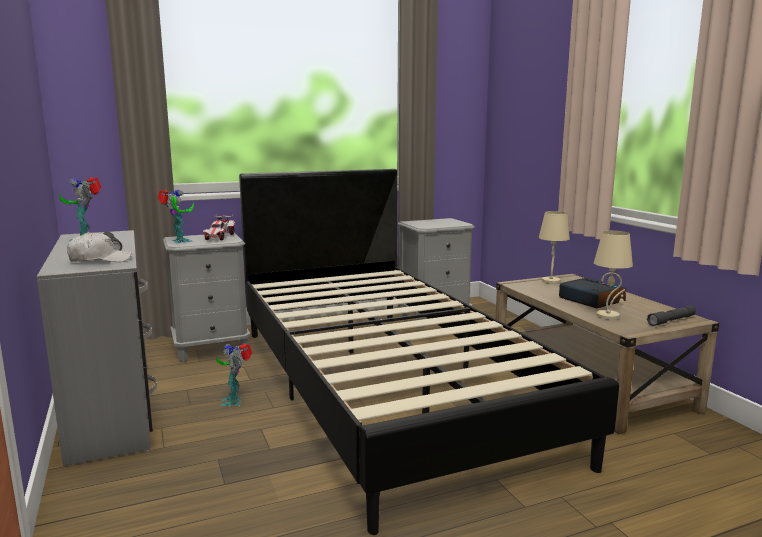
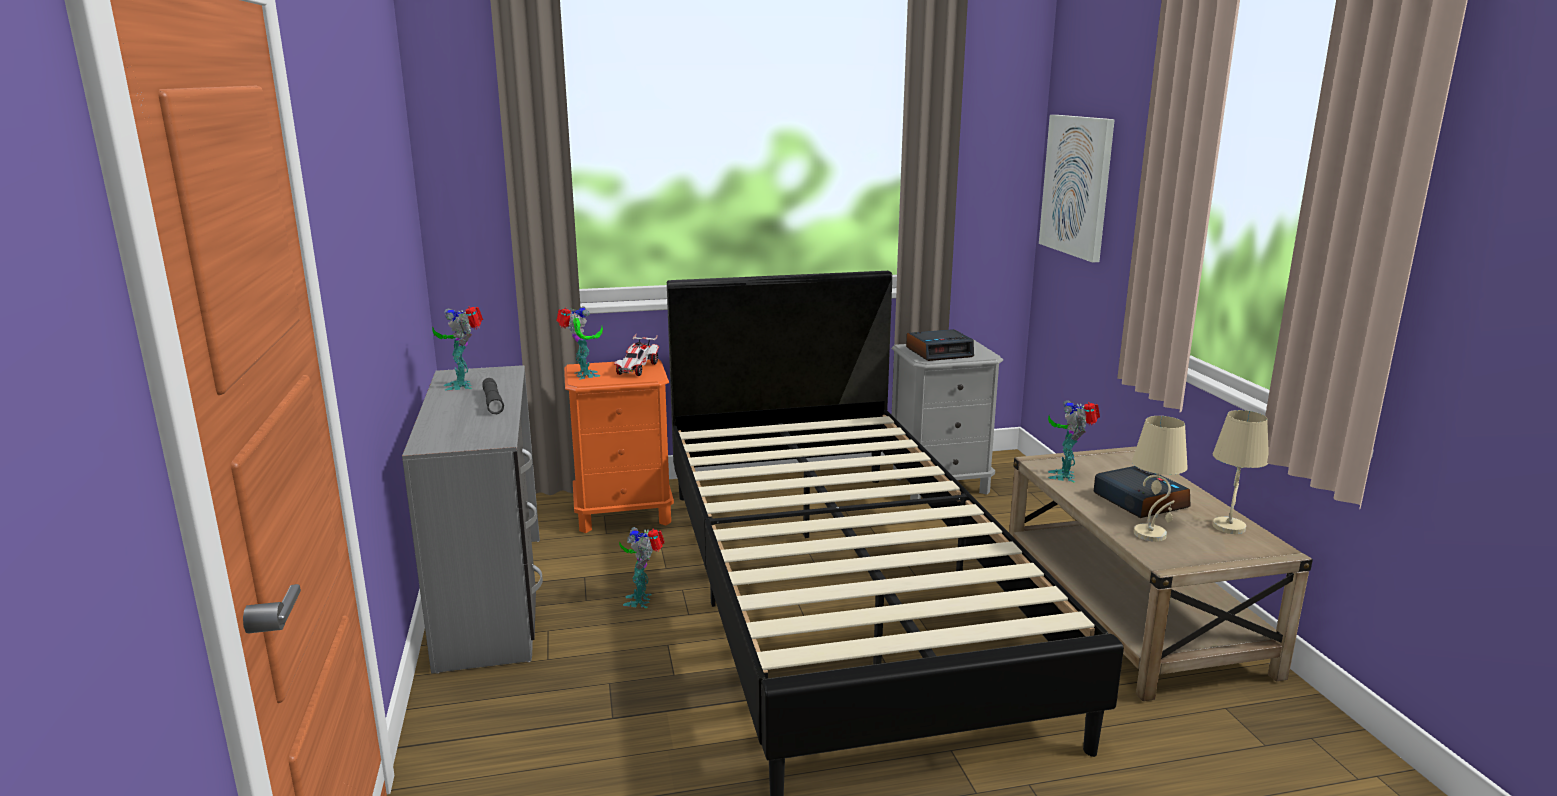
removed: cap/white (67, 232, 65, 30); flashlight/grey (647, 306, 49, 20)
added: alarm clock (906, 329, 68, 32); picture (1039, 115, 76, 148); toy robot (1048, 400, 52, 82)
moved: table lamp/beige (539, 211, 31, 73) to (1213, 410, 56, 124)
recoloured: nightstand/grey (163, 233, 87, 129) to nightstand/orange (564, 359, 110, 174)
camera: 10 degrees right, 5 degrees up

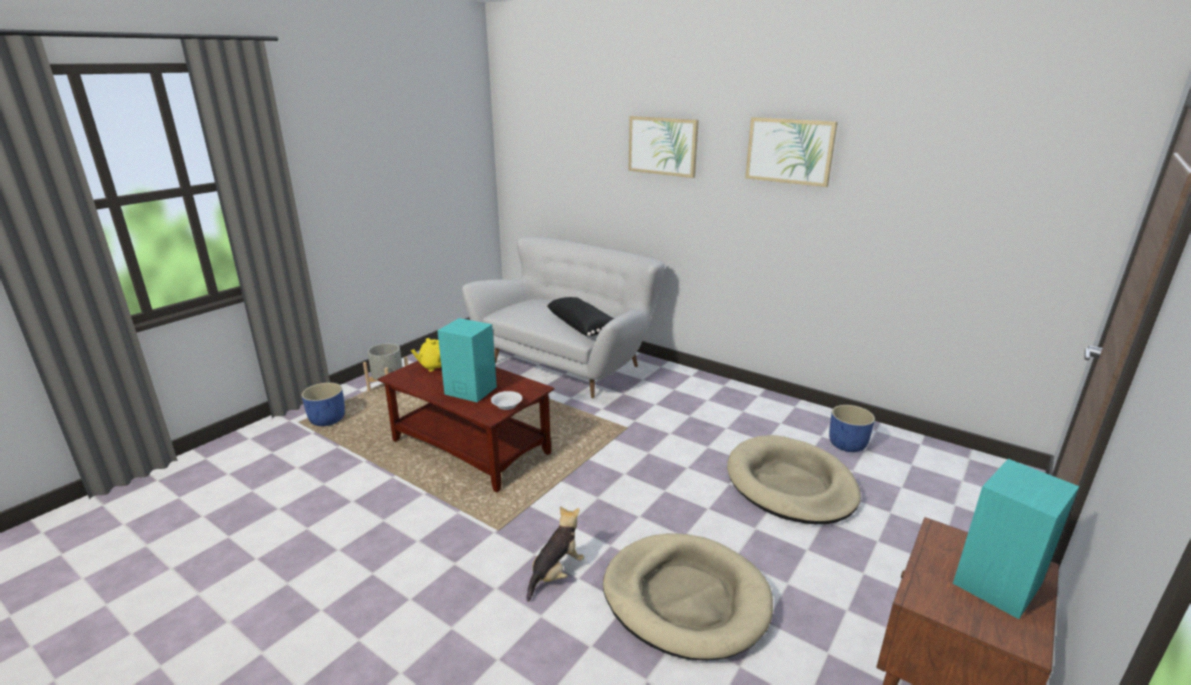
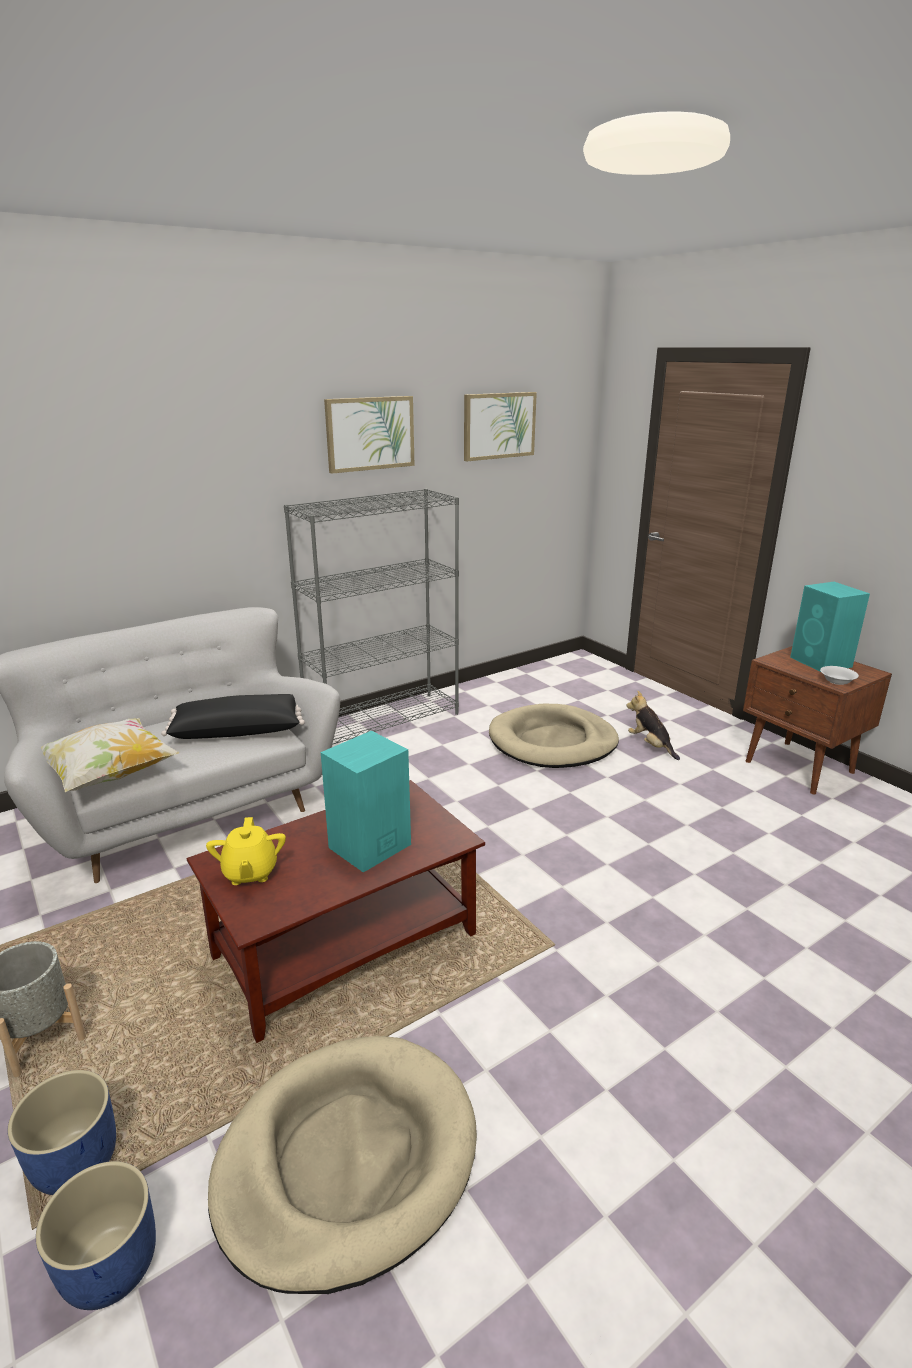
added: pillow (41, 718, 138, 74); bookcase/grey (284, 489, 175, 256)
moved: bowl/white (491, 391, 31, 19) to (820, 666, 39, 19); plush toy (527, 506, 57, 96) to (626, 691, 54, 69); dog bed/beige (603, 533, 170, 127) to (208, 1036, 269, 258); picture (628, 116, 71, 62) to (464, 392, 73, 69); planter/blue (829, 405, 46, 47) to (36, 1161, 120, 149)
camera: 70 degrees left, 0 degrees up

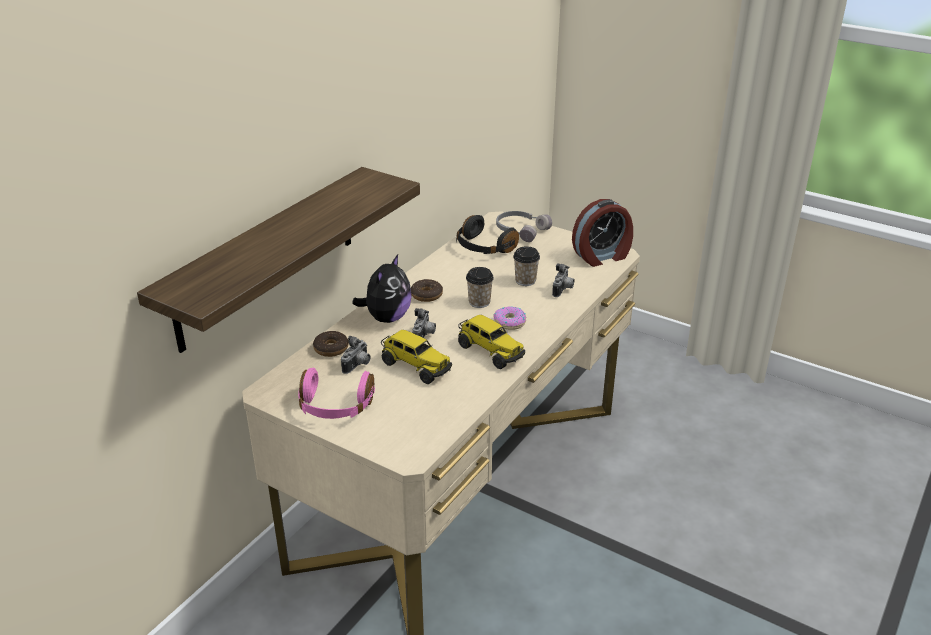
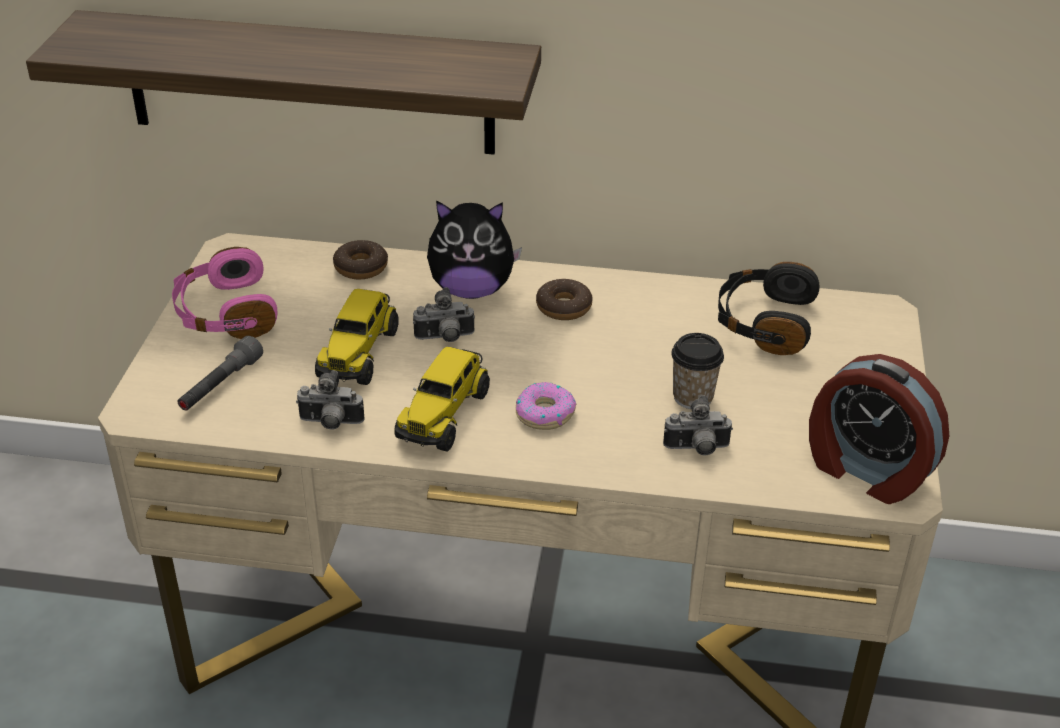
removed: cup (466, 267, 28, 41); headphones/grey (496, 211, 56, 31)
added: flashlight/grey (178, 336, 85, 74)
moved: photo camera (341, 336, 30, 38) to (296, 370, 68, 60)
camera: 65 degrees right, 5 degrees up

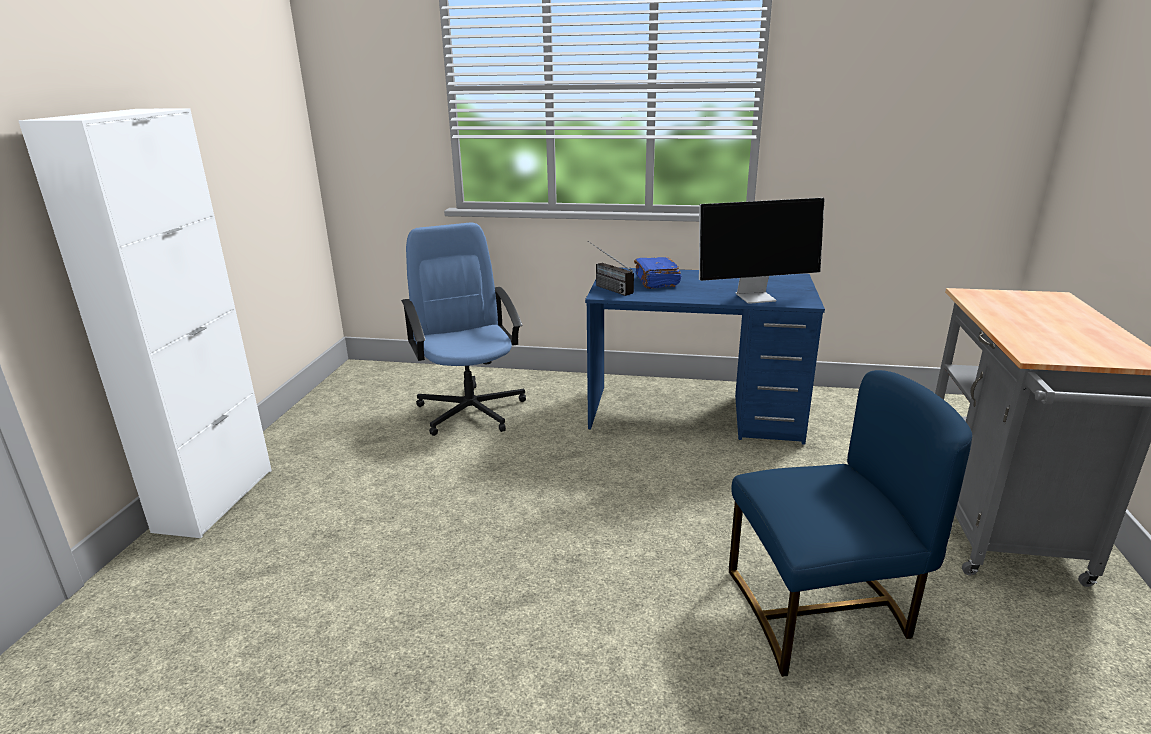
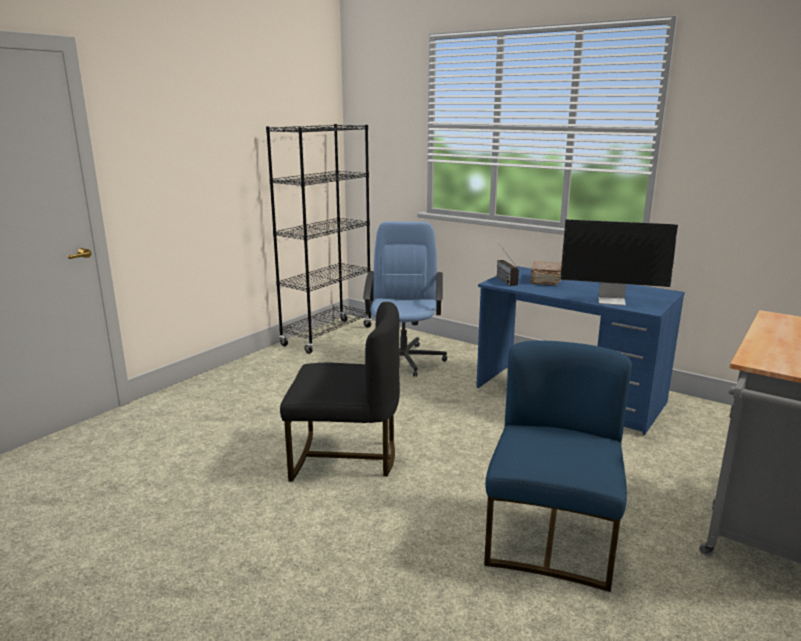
removed: cabinet/white (18, 108, 254, 430)
added: bookcase/black (266, 124, 106, 230); chair/black (280, 302, 120, 180)
recoloured: book/blue (634, 257, 47, 32) to book/brown (530, 261, 32, 25)
turned: chair/blue (729, 370, 243, 307) = (484, 341, 148, 251) 90 degrees counterclockwise
camera: 25 degrees right, 5 degrees down

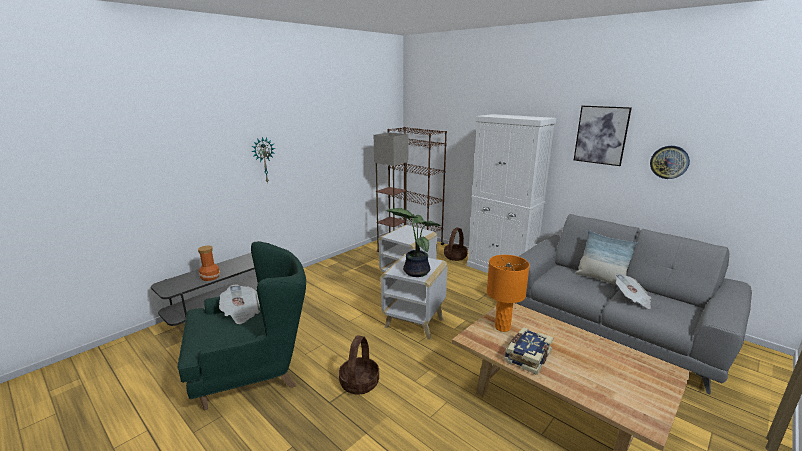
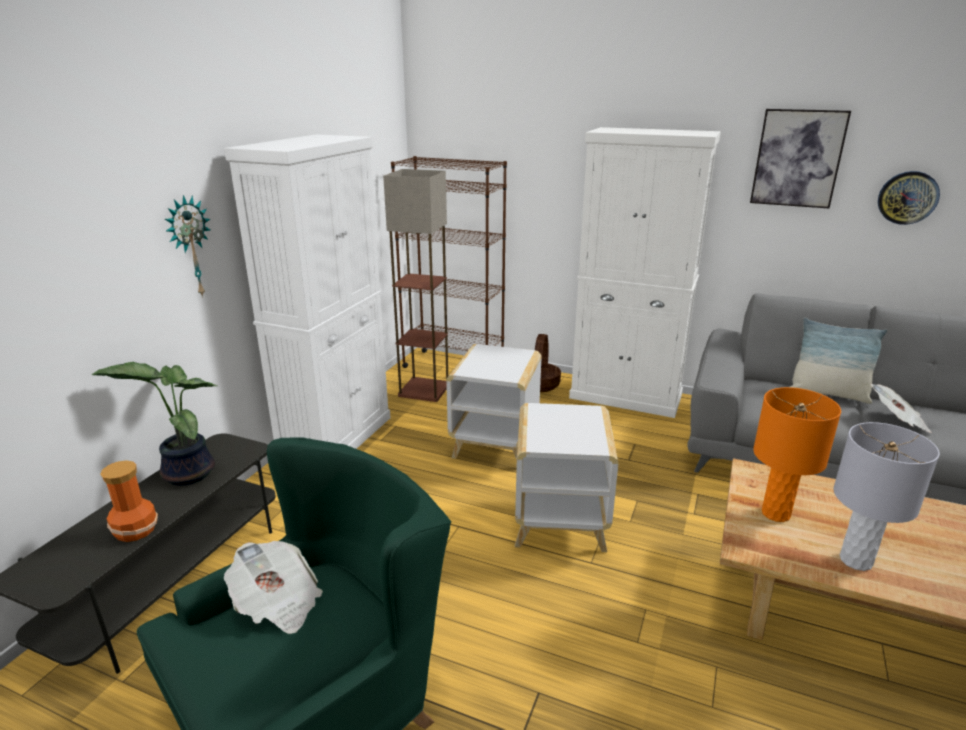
removed: basket (339, 335, 40, 60)
added: cabinet/white (224, 134, 167, 315)
moved: potted plant (386, 208, 56, 69) to (92, 362, 125, 124)
replaced: book (504, 327, 49, 48) to table lamp/grey (833, 422, 107, 149)
camera: 20 degrees left, 5 degrees up

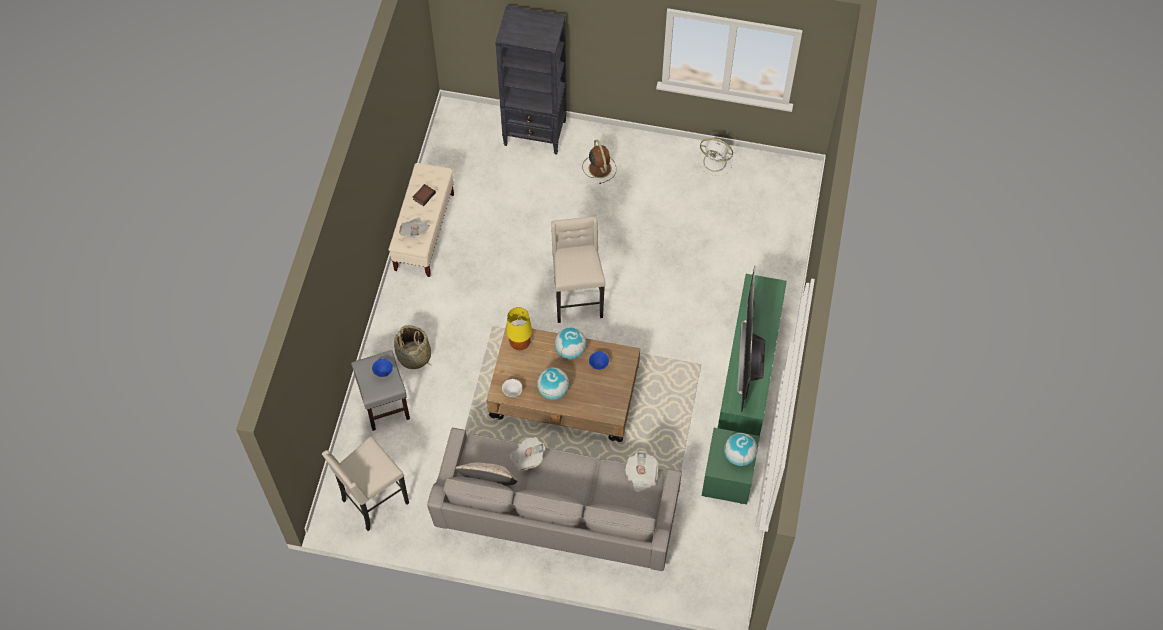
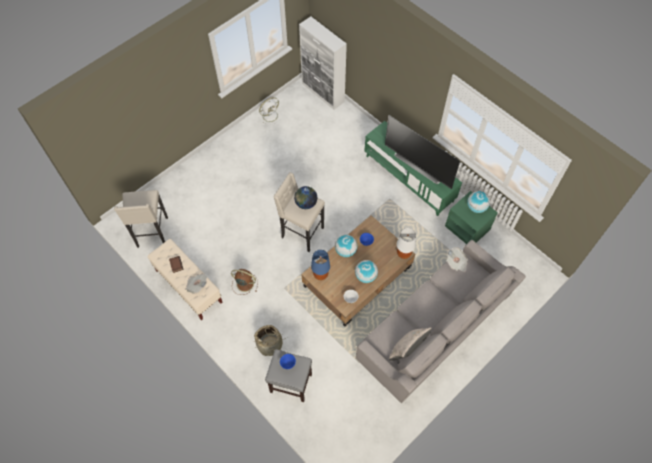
removed: bookcase/black (495, 5, 72, 150); newspaper (509, 437, 36, 34)
added: globe (294, 186, 23, 23); cabinet/white (299, 16, 48, 94); table lamp/white (396, 228, 20, 31)
moved: stool/beige (322, 436, 87, 95) to (114, 190, 54, 58); fan/brown (582, 140, 34, 44) to (231, 269, 27, 26)
recoloured: table lamp/yellow (506, 307, 26, 43) to table lamp/blue (311, 250, 19, 30)
camera: 55 degrees left, 0 degrees up

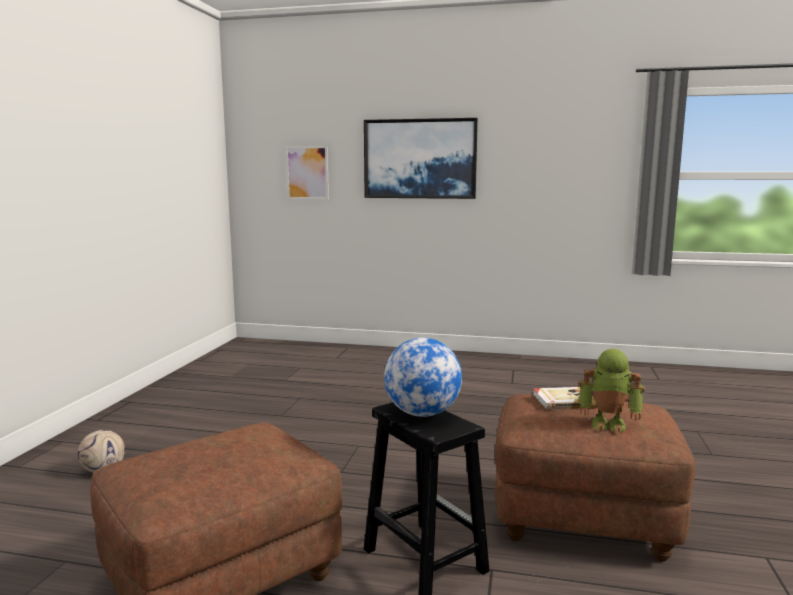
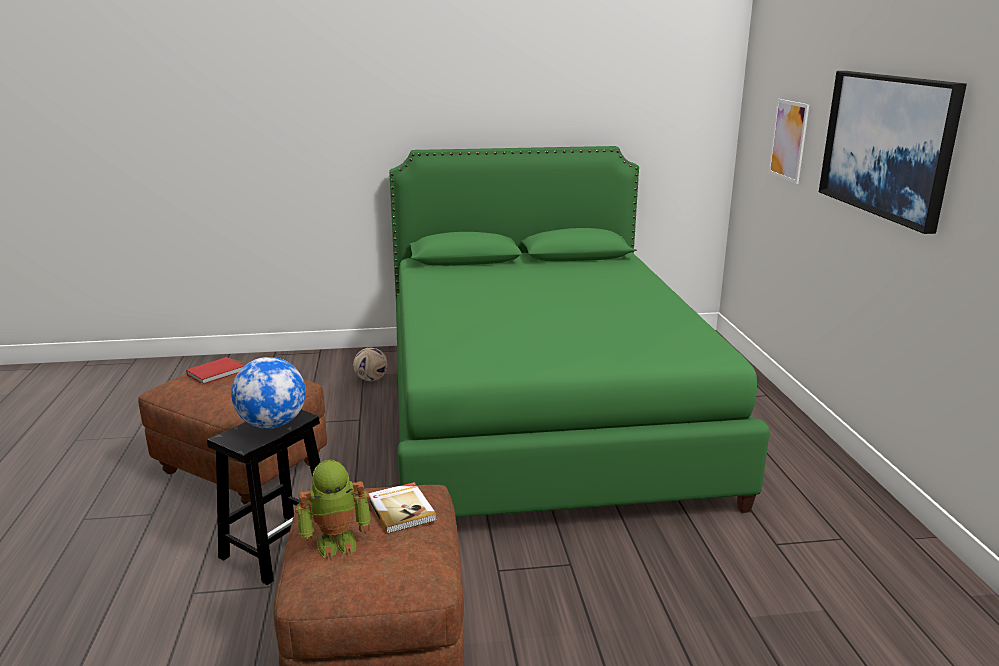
added: book/red (186, 357, 57, 27); bed/green (389, 146, 381, 371)
turned: toy robot (579, 349, 66, 84) = (295, 460, 76, 100) 105 degrees counterclockwise
camera: 70 degrees right, 10 degrees up

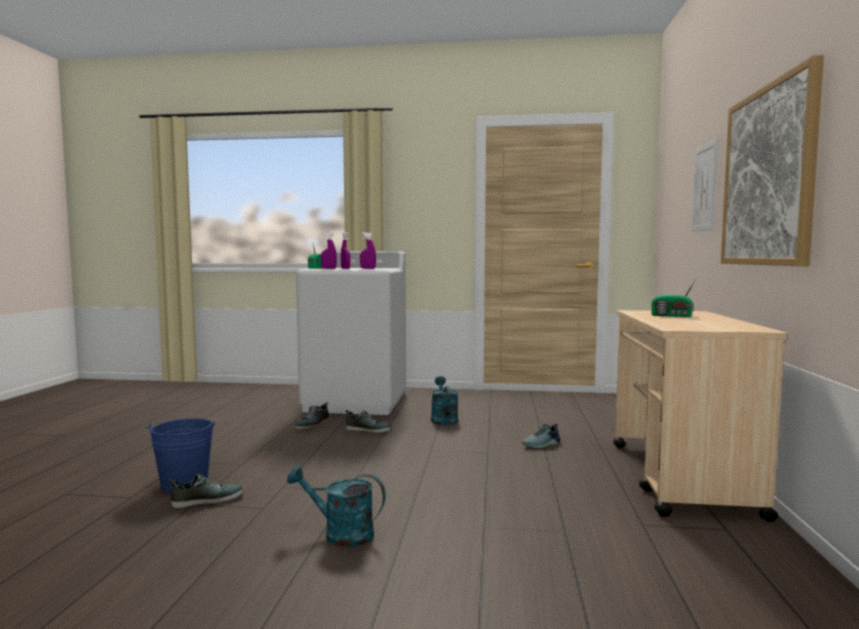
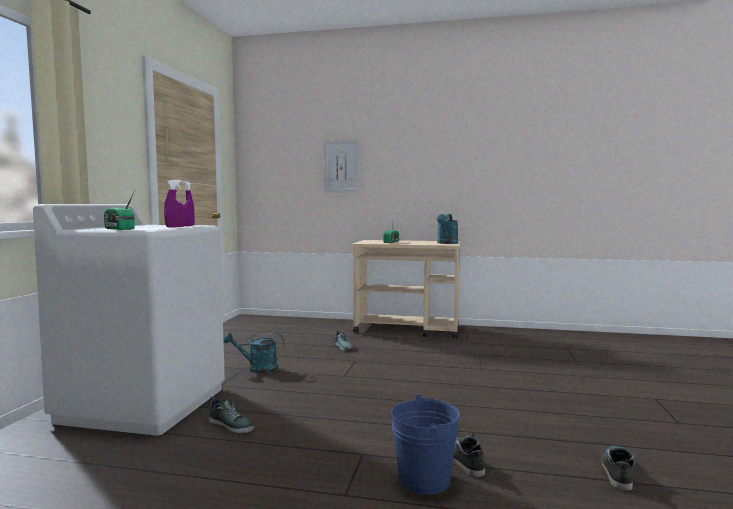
removed: spray bottle/purple (321, 232, 16, 37); picture (721, 55, 103, 211)
moved: watering can/turquoise (287, 465, 99, 82) to (437, 214, 21, 30); shoe (345, 410, 46, 23) to (601, 445, 34, 46)
camera: 85 degrees left, 0 degrees up

